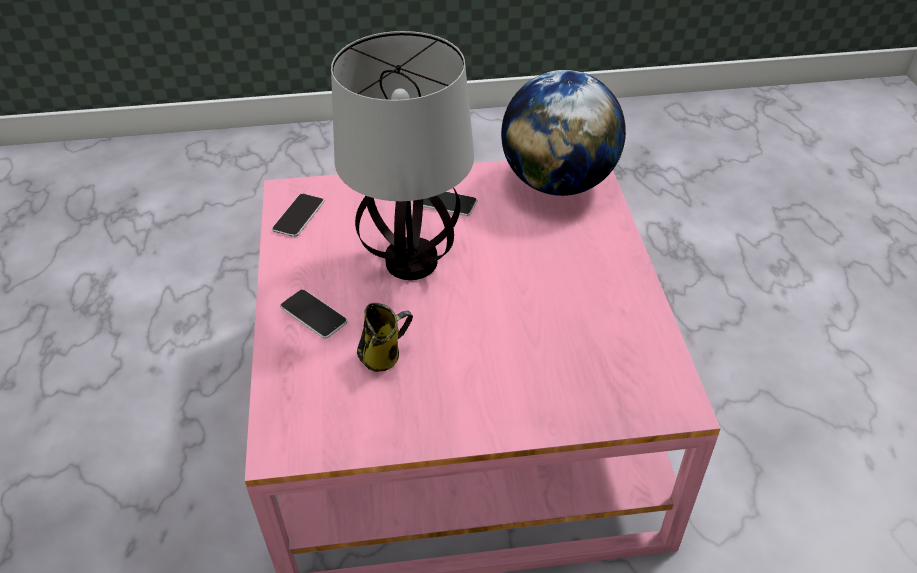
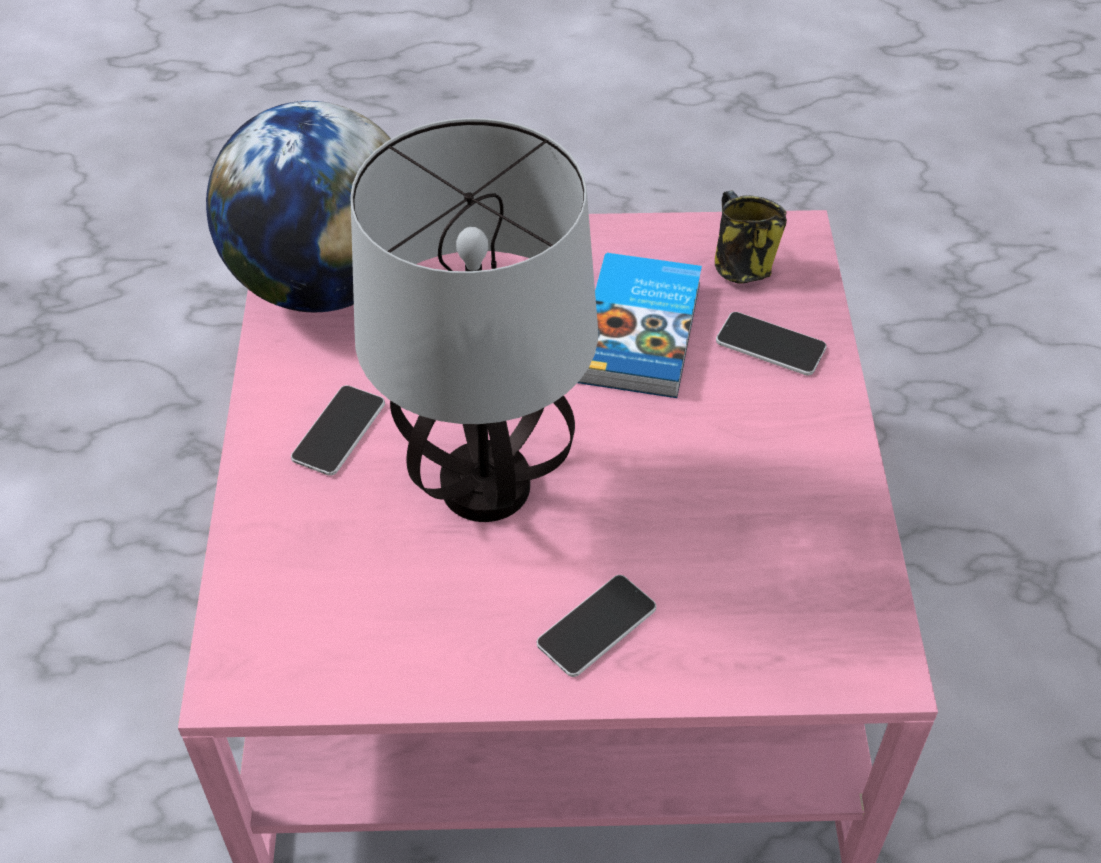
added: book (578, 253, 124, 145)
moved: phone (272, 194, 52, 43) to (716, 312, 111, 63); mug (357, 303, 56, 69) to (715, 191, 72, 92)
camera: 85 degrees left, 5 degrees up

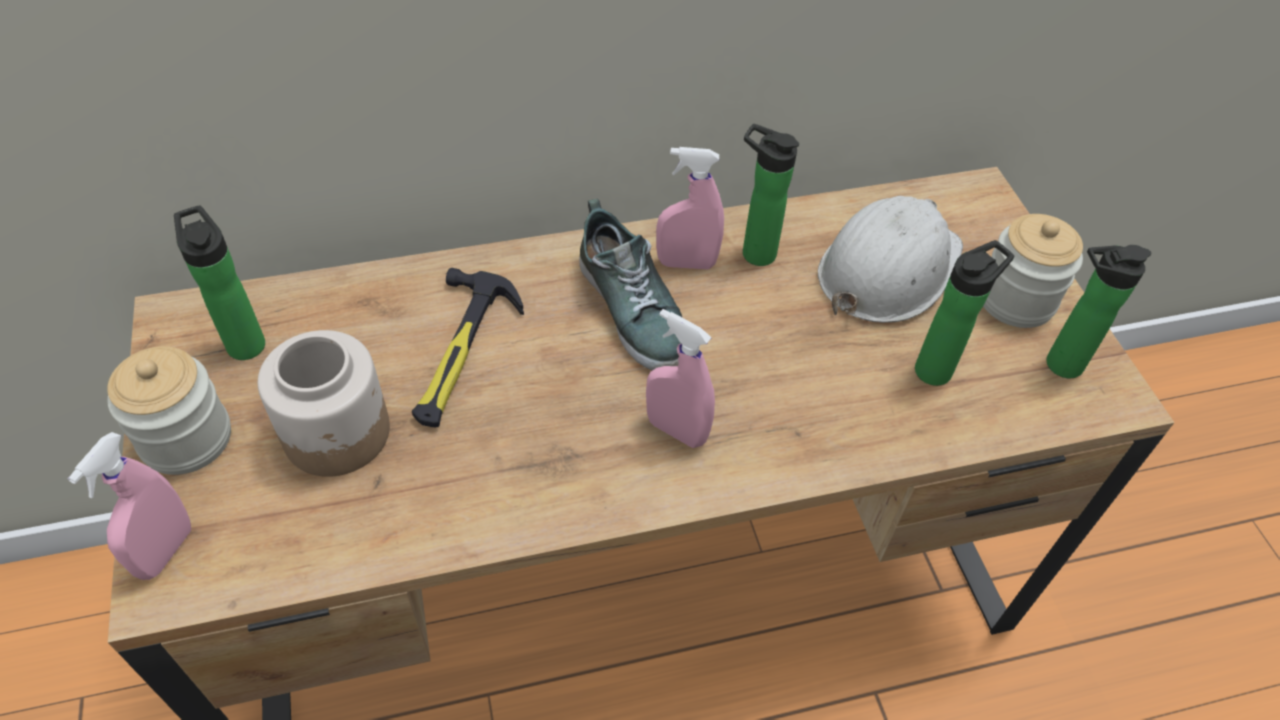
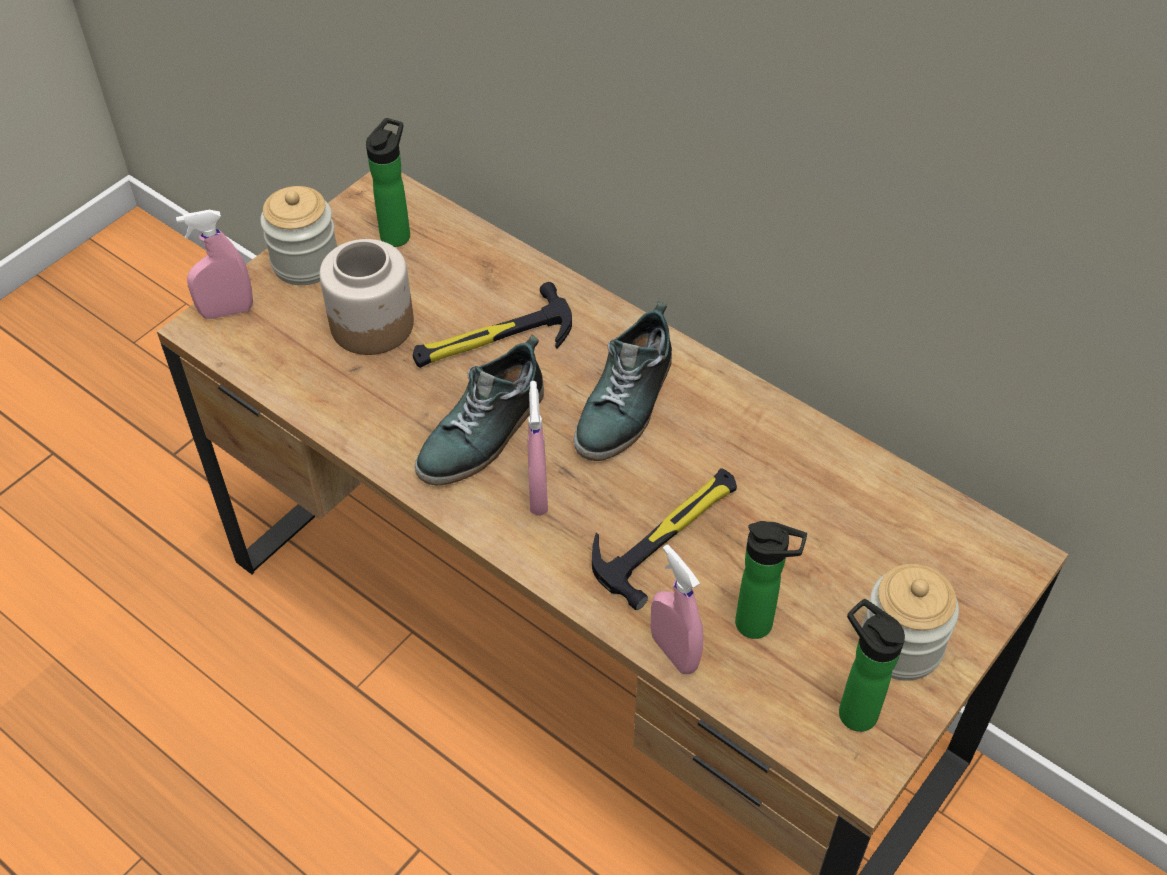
removed: bottle (743, 124, 56, 142); hard hat/white (817, 196, 146, 127)
added: shoe (415, 335, 129, 150); hammer (592, 468, 145, 142)
moved: spray bottle/pink (656, 147, 68, 122) to (651, 544, 53, 130)
camera: 55 degrees right, 0 degrees up

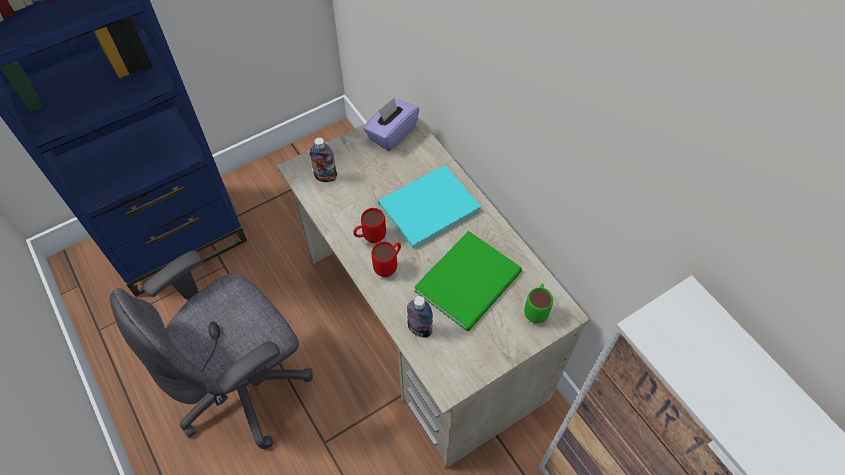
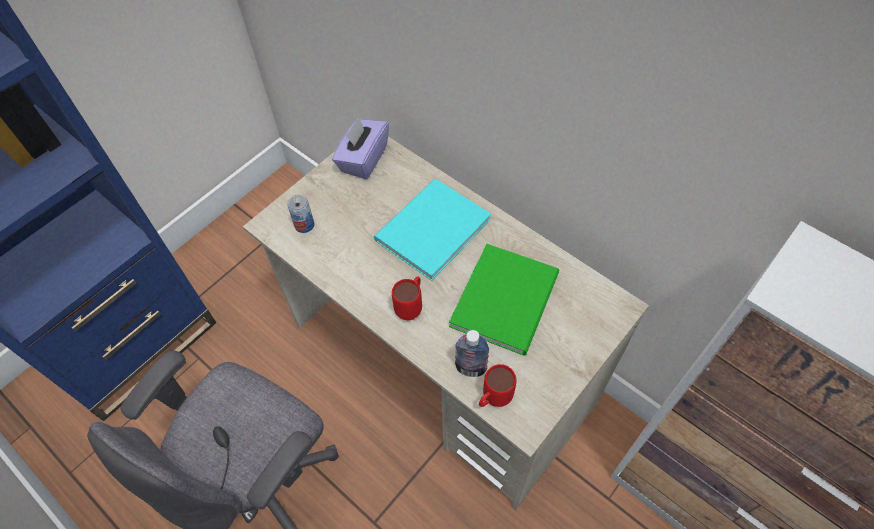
removed: mug/green (524, 283, 29, 40)
moved: mug/red (353, 208, 33, 35) to (479, 364, 38, 43)
replaced: bottle (309, 137, 28, 45) to can (288, 195, 27, 38)
camera: 15 degrees left, 0 degrees up

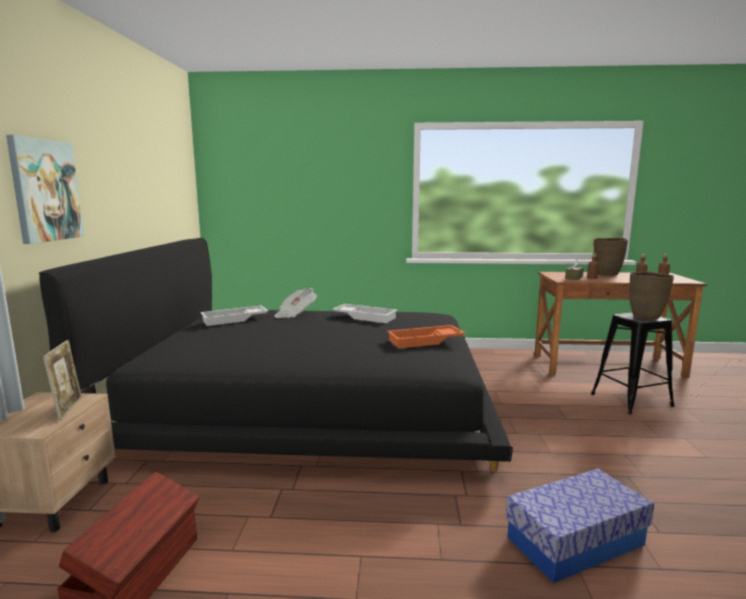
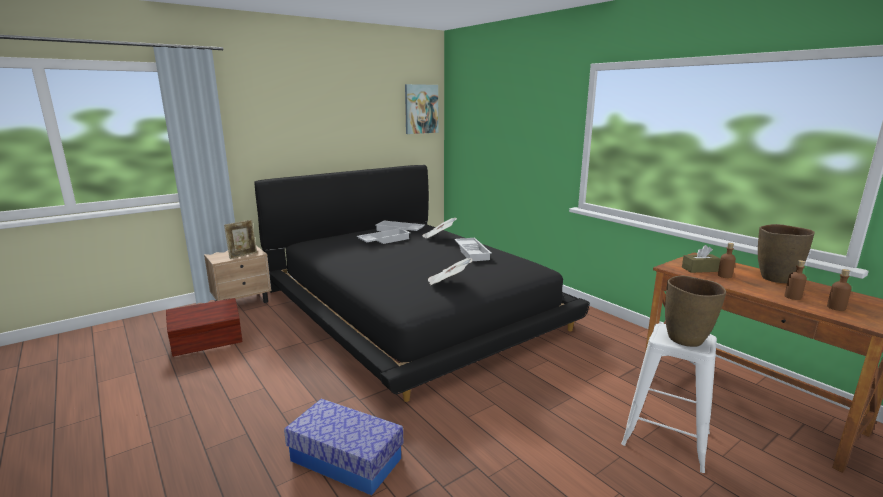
added: tray/white (357, 228, 53, 16)
moved: picture (6, 135, 78, 109) to (405, 84, 33, 50)
replaced: tray/orange (387, 325, 78, 24) to newspaper (428, 258, 44, 27)
recoloured: stool/black (591, 313, 84, 102) to stool/white (621, 323, 96, 150)
camera: 50 degrees right, 5 degrees up

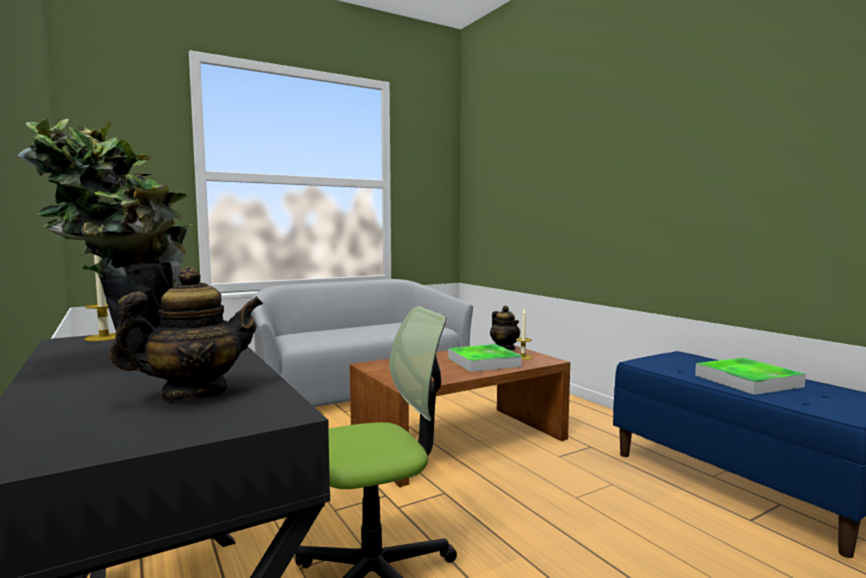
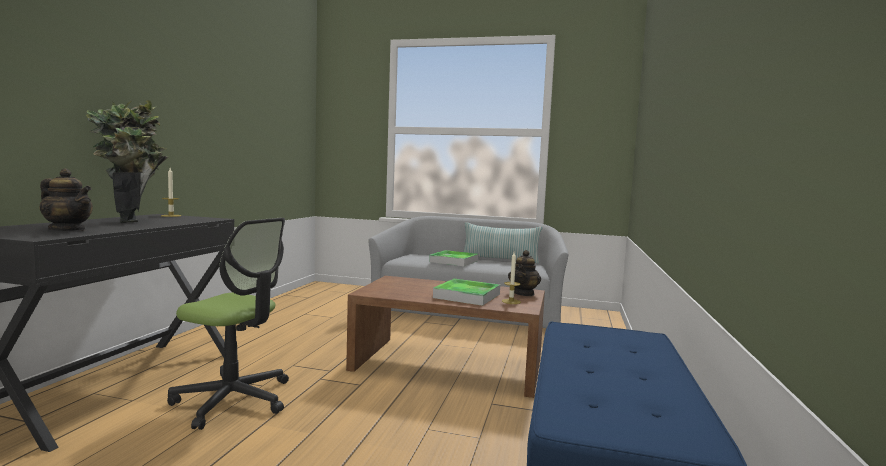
added: pillow (464, 222, 78, 42)
moved: tray (695, 358, 111, 37) to (429, 250, 49, 16)
camera: 45 degrees right, 0 degrees up

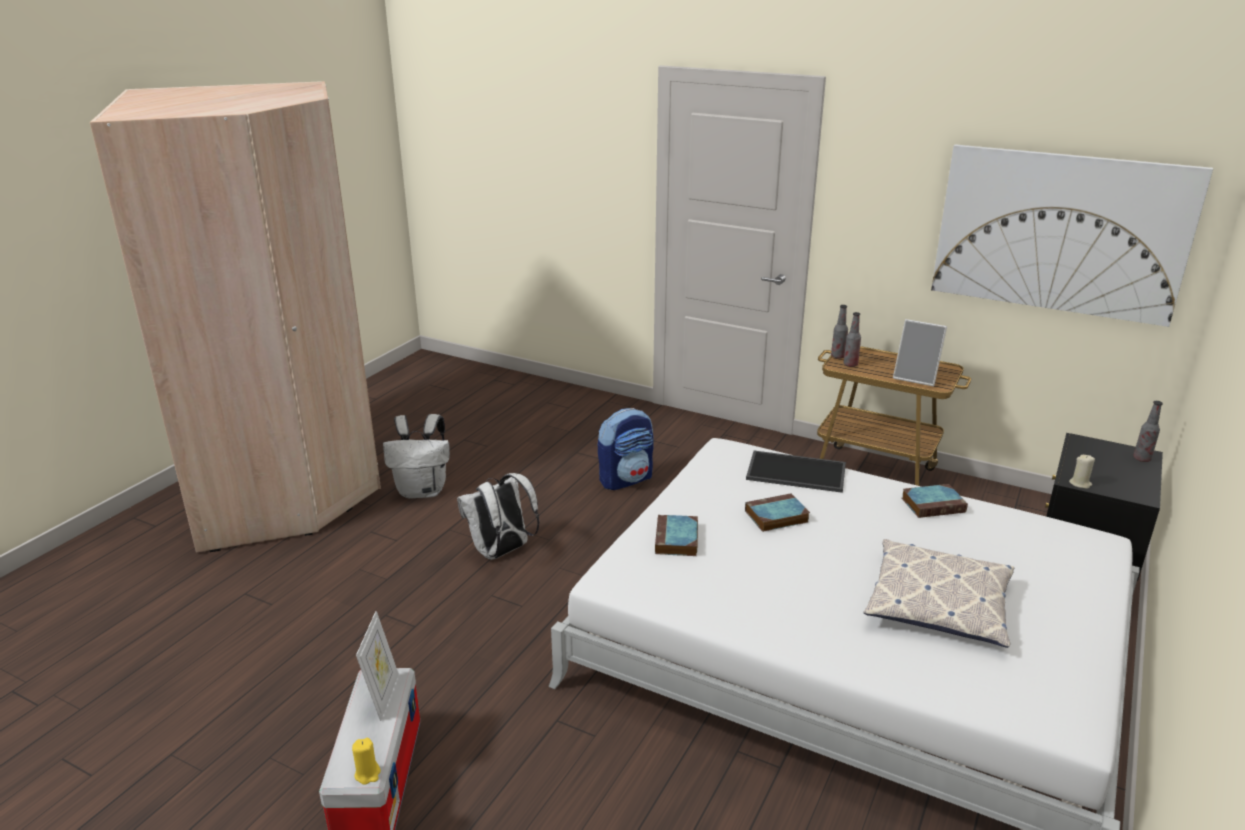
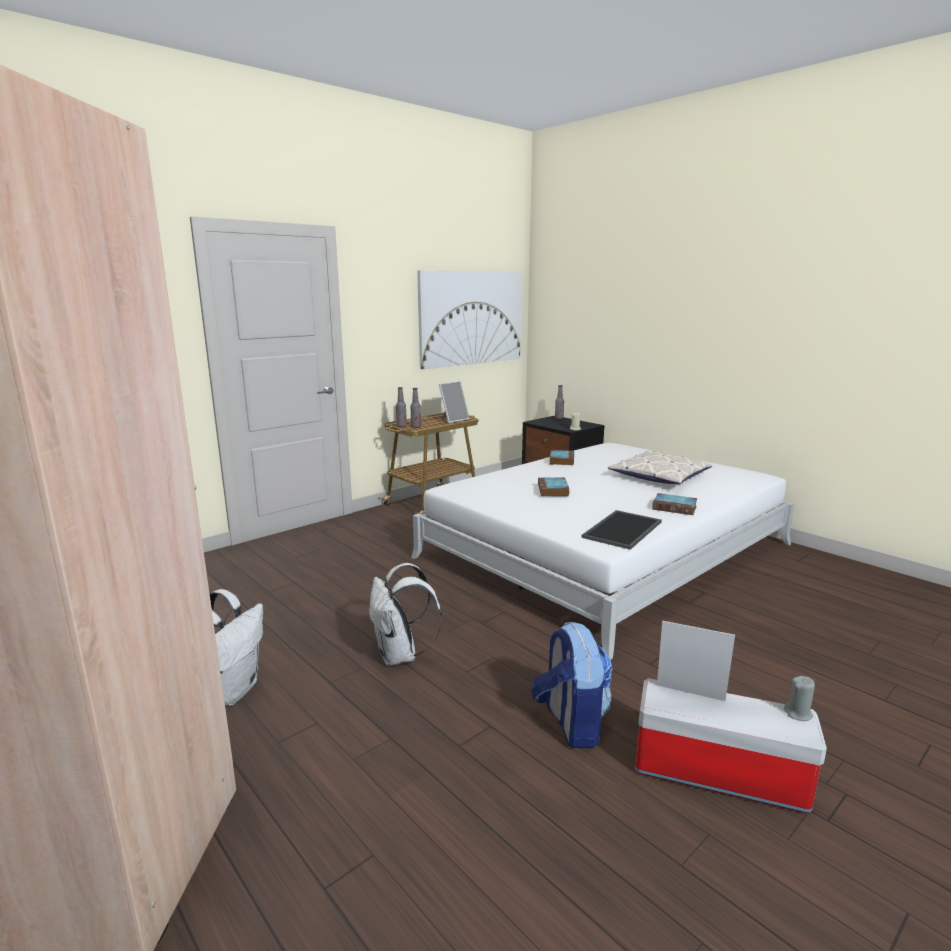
moved: backpack (598, 408, 56, 82) to (531, 622, 82, 126); book (655, 515, 43, 41) to (652, 493, 46, 22); tray (746, 451, 100, 42) to (581, 510, 81, 40)
recoloured: candle/yellow (352, 738, 29, 47) to candle/grey (784, 676, 31, 45)
camera: 70 degrees left, 10 degrees down

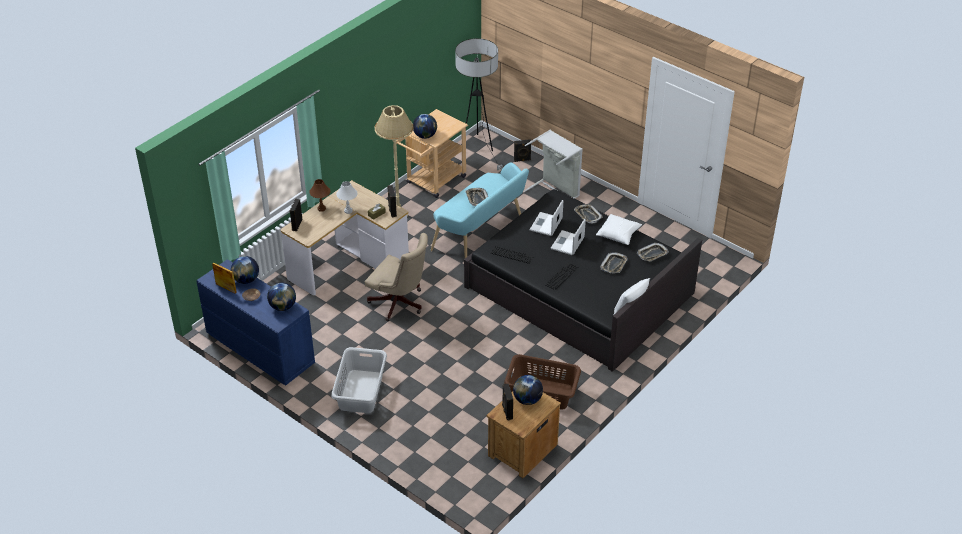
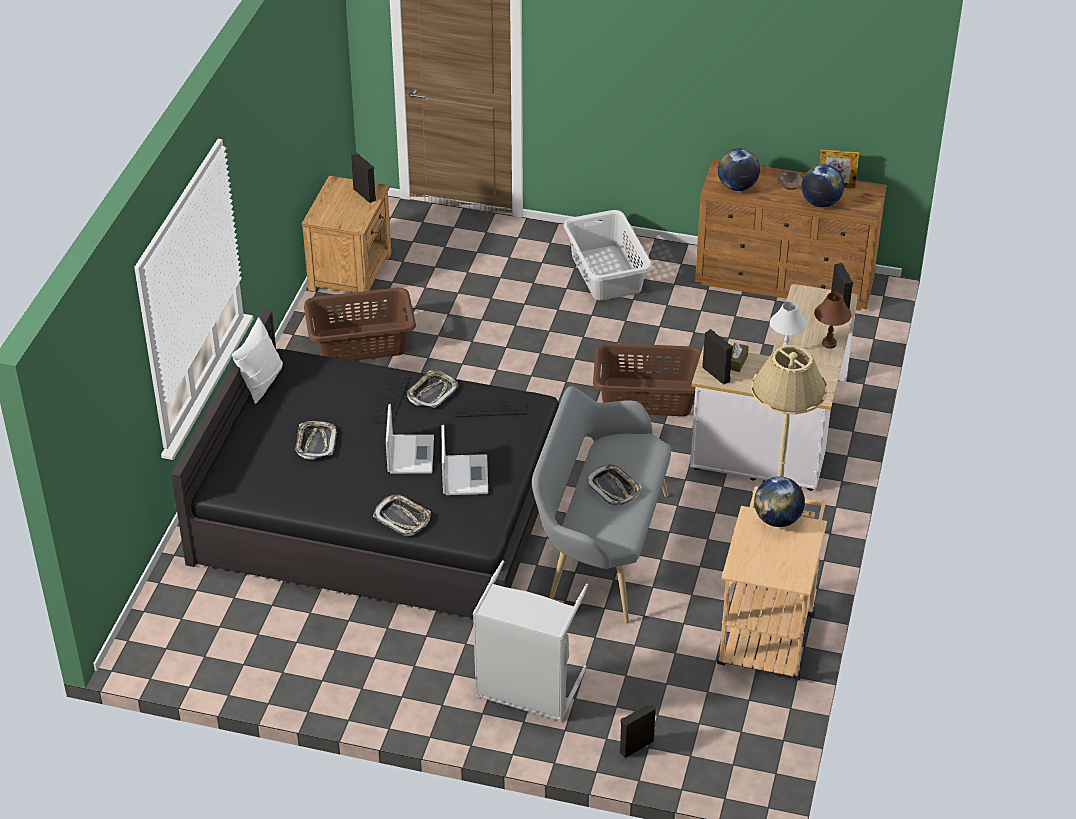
removed: floor lamp (455, 38, 48, 132); globe (513, 375, 30, 30); pillow/white (596, 214, 46, 31)
moved: tray (637, 243, 32, 19) to (407, 371, 51, 37)
replaced: office chair/beige (365, 233, 63, 88) to laundry basket/brown (593, 343, 109, 73)
recoloured: dresser/blue (196, 259, 119, 126) to dresser/brown (695, 159, 192, 152); bench/turquoise (431, 162, 98, 96) to bench/grey (532, 386, 139, 237)
camera: 155 degrees right, 0 degrees up

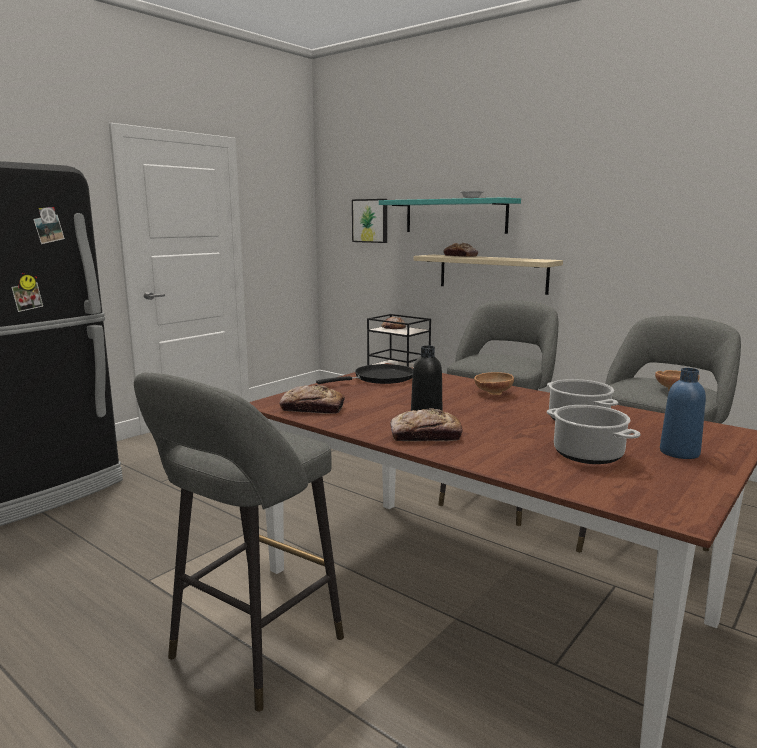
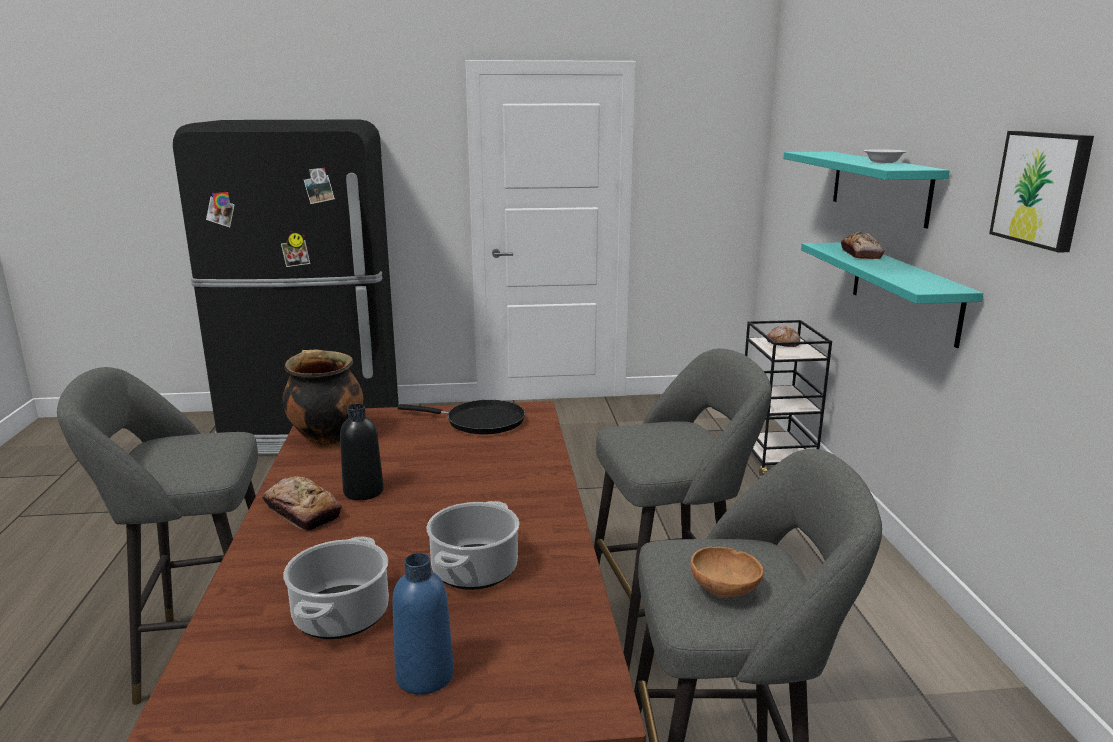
removed: bowl/brown (474, 372, 40, 23)
moved: picture (352, 199, 35, 44) to (989, 131, 105, 121)
replaced: bread (279, 385, 66, 29) to cooking pot (283, 349, 80, 97)
recoloured: shelf/beige (413, 255, 150, 40) to shelf/turquoise (801, 242, 182, 106)
camera: 45 degrees right, 5 degrees up

